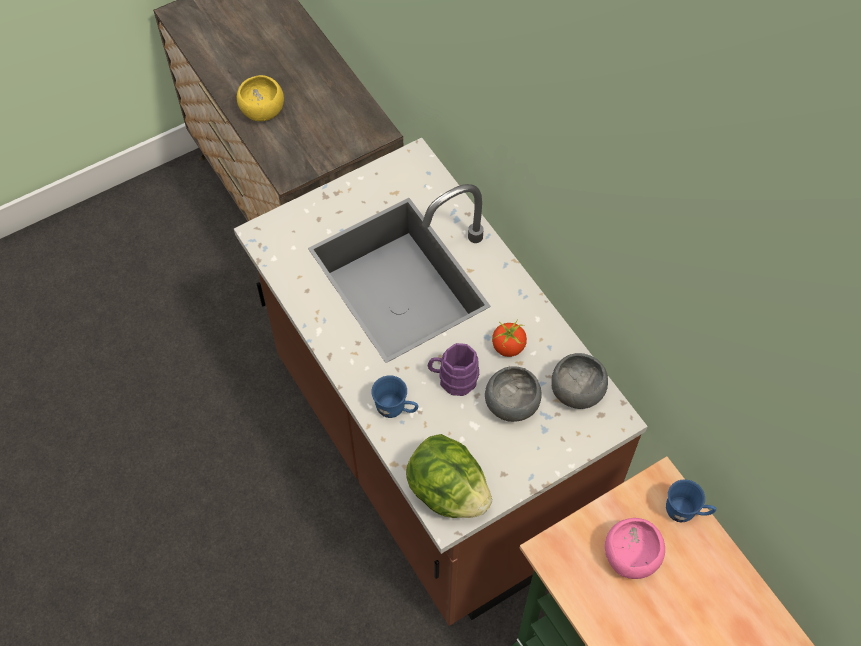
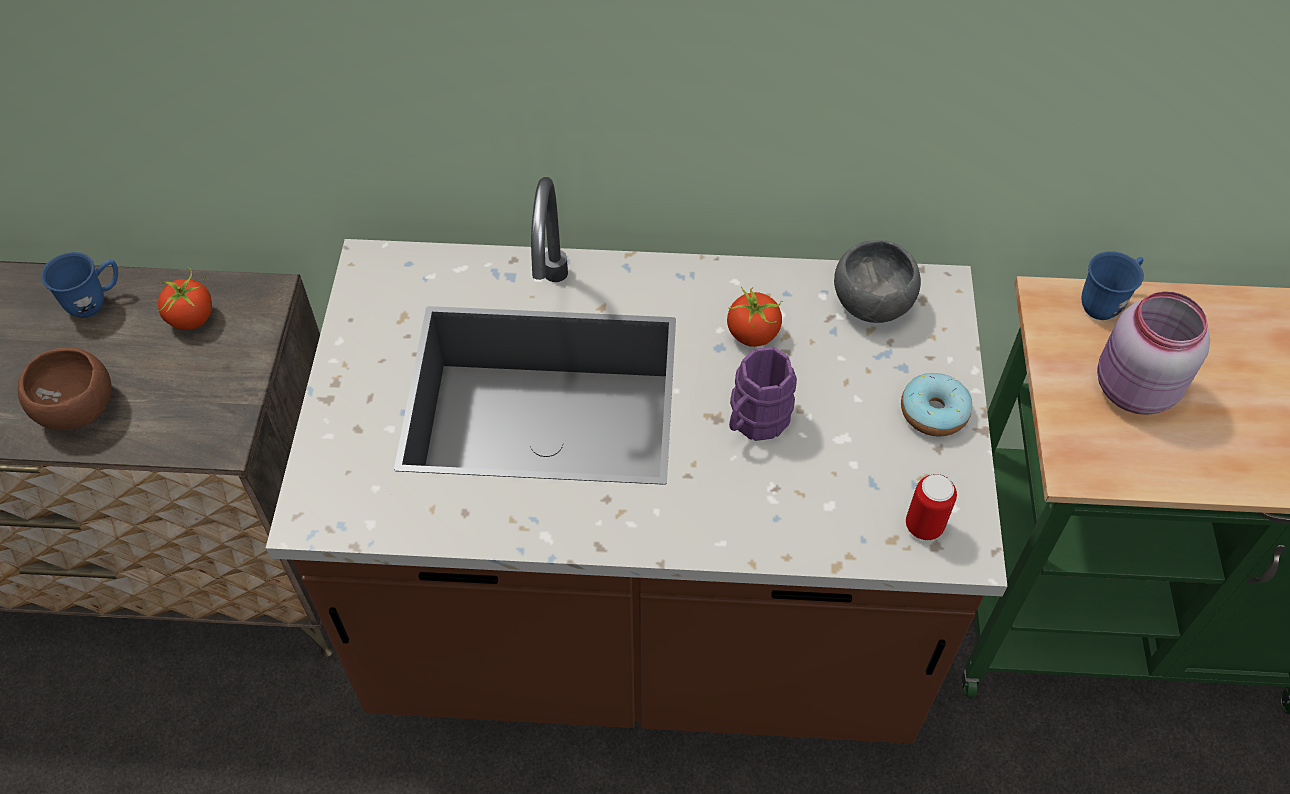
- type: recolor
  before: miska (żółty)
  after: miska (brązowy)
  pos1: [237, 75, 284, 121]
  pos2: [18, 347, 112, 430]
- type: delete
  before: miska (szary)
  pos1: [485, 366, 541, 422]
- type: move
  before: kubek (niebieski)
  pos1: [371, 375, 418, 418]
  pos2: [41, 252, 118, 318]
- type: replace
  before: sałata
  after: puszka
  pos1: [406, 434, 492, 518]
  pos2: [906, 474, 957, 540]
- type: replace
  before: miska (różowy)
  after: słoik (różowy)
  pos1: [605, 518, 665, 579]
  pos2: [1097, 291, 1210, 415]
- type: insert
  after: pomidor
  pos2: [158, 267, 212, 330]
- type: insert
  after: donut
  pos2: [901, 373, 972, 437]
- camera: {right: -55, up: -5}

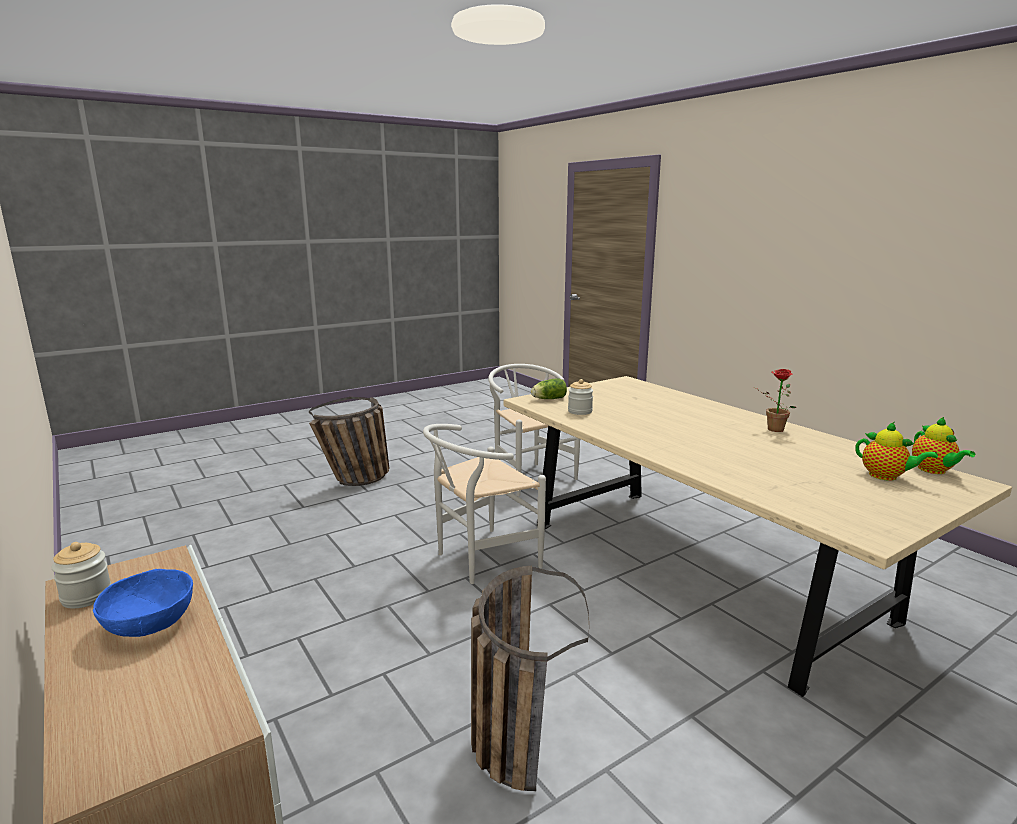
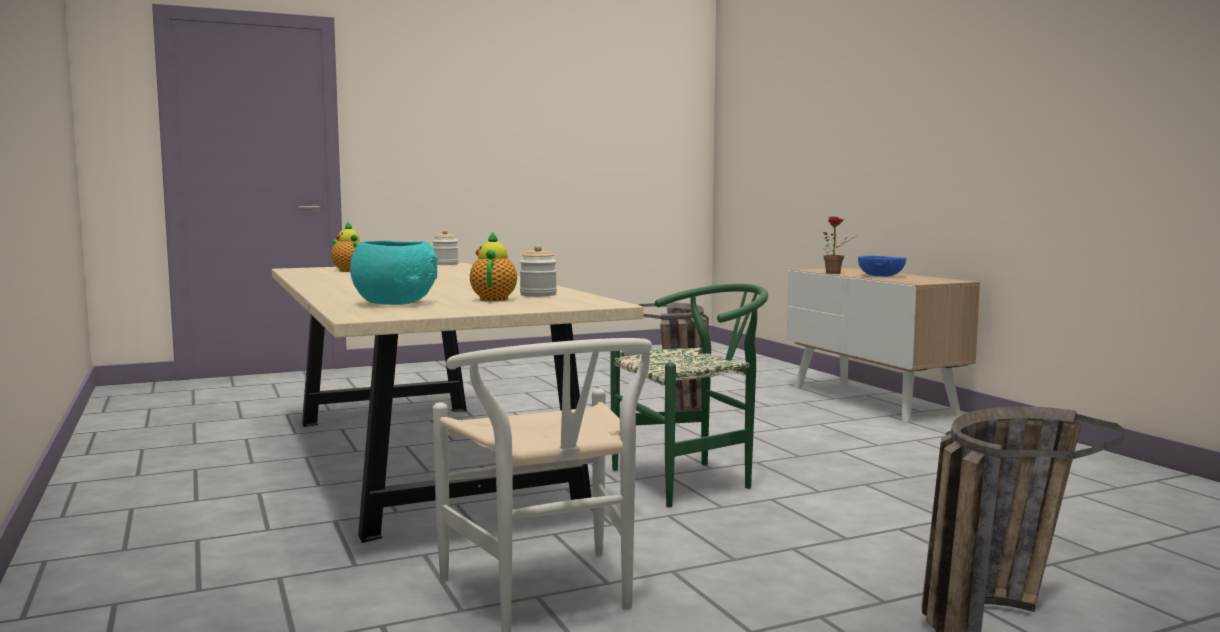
- type: move
  before: roślina doniczkowa
  pos1: [755, 369, 796, 432]
  pos2: [823, 216, 857, 274]
- type: delete
  before: sałata
  pos1: [531, 378, 567, 399]
- type: move
  before: imbryk
  pos1: [912, 417, 975, 474]
  pos2: [470, 232, 517, 301]
- type: recolor
  before: krzesło (biały)
  after: krzesło (zielony)
  pos1: [423, 424, 546, 584]
  pos2: [610, 284, 768, 507]
- type: move
  before: słoik
  pos1: [51, 542, 111, 609]
  pos2: [432, 230, 459, 265]
- type: insert
  after: miska (turkusowy)
  pos2: [350, 241, 438, 305]
- camera: {right: -170, up: -10}

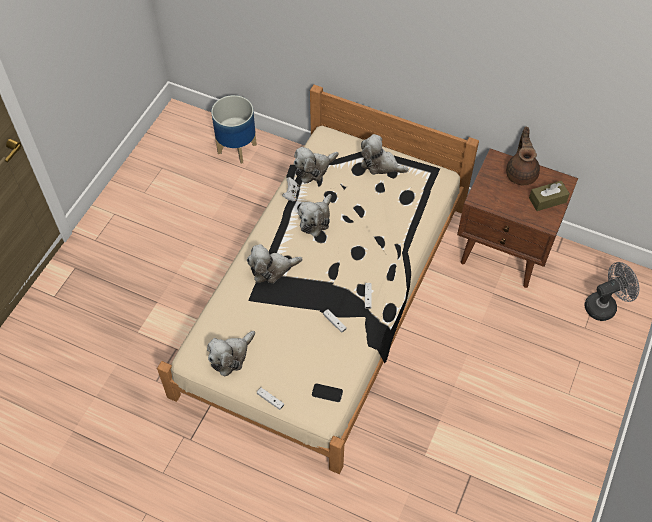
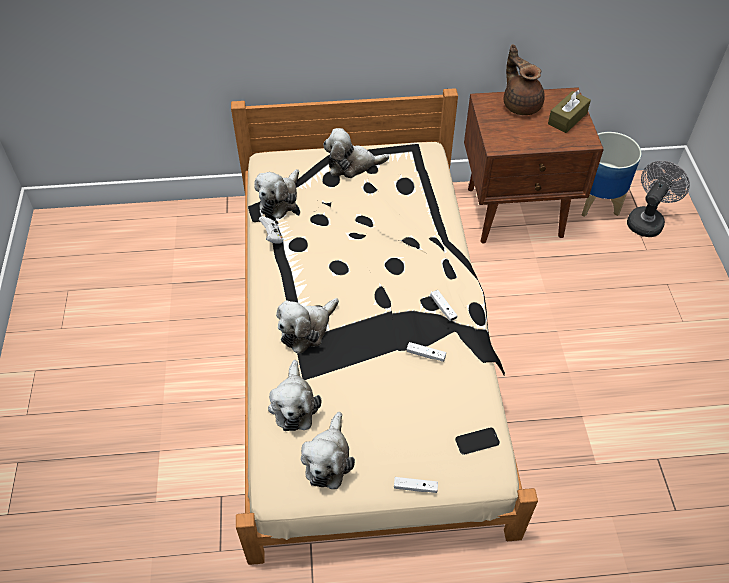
- type: move
  before: donica
  pos1: [211, 95, 257, 164]
  pos2: [582, 132, 642, 217]
- type: move
  before: pluszak
  pos1: [298, 194, 332, 237]
  pos2: [268, 360, 321, 431]
- camera: {right: -30, up: -5}

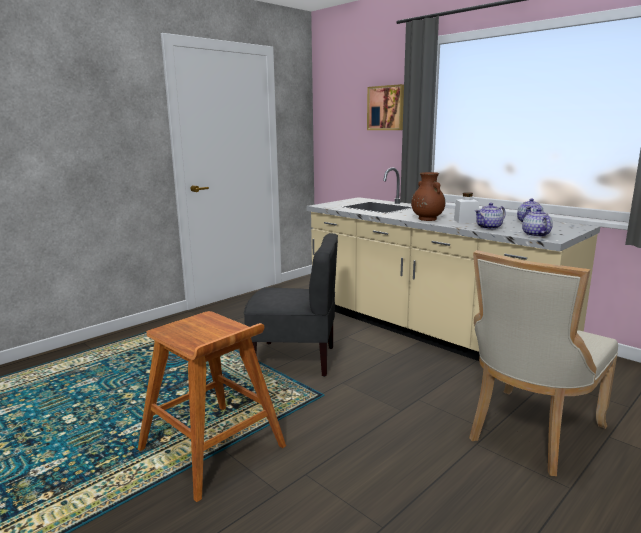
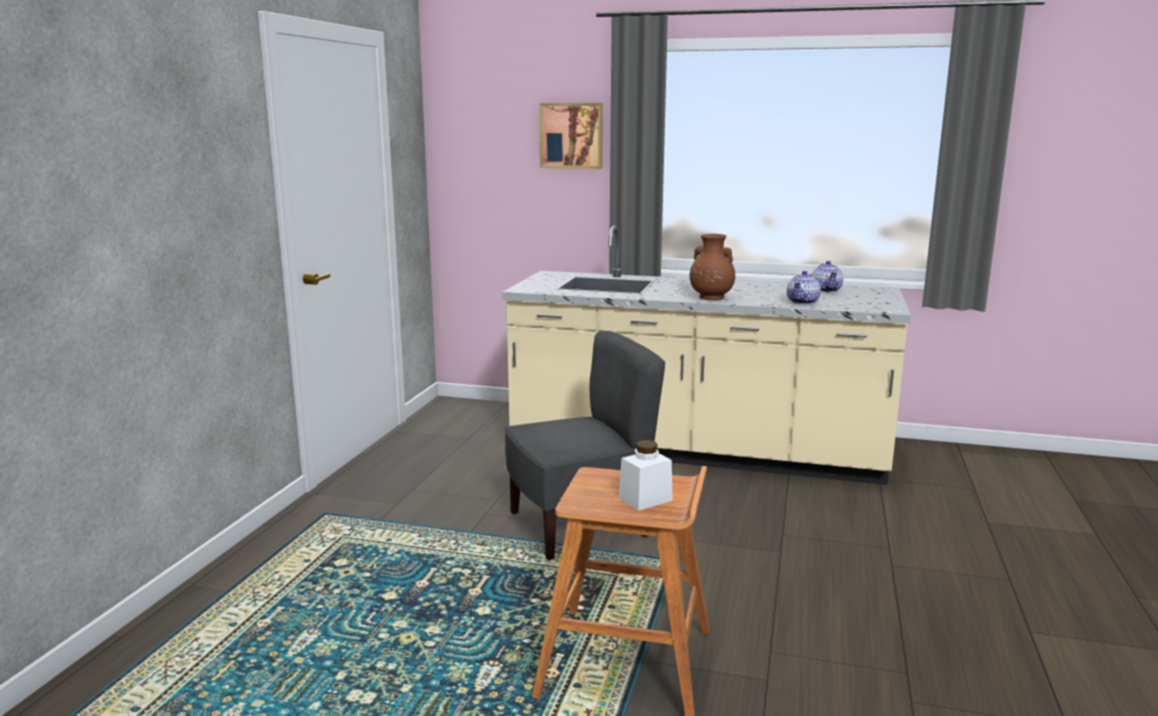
- type: move
  before: słoik (biały)
  pos1: [454, 192, 479, 223]
  pos2: [619, 440, 673, 511]
- type: delete
  before: imbryk
  pos1: [522, 208, 553, 237]
- type: delete
  before: krzesło (beżowy)
  pos1: [469, 250, 618, 476]
- camera: {right: -30, up: 0}

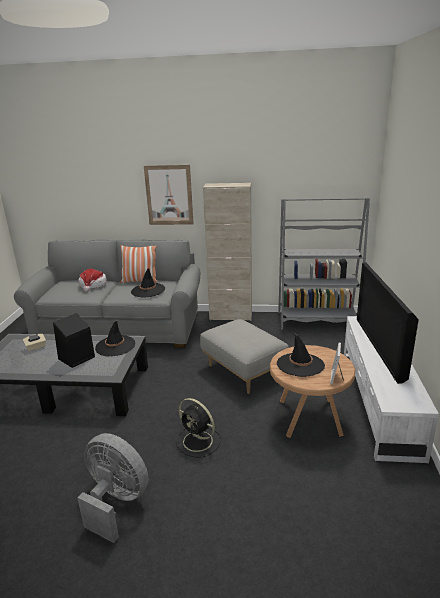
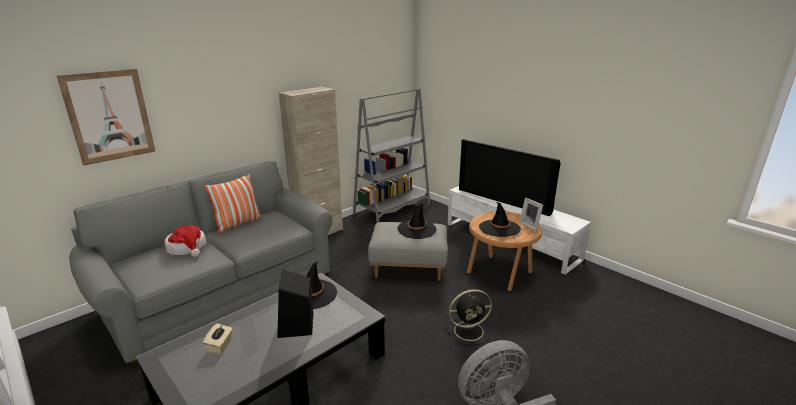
- type: move
  before: obraz
  pos1: [144, 165, 194, 225]
  pos2: [57, 69, 156, 166]
- type: move
  before: kapelusz (czarny)
  pos1: [131, 268, 165, 298]
  pos2: [397, 203, 436, 239]
- camera: {right: -50, up: 0}

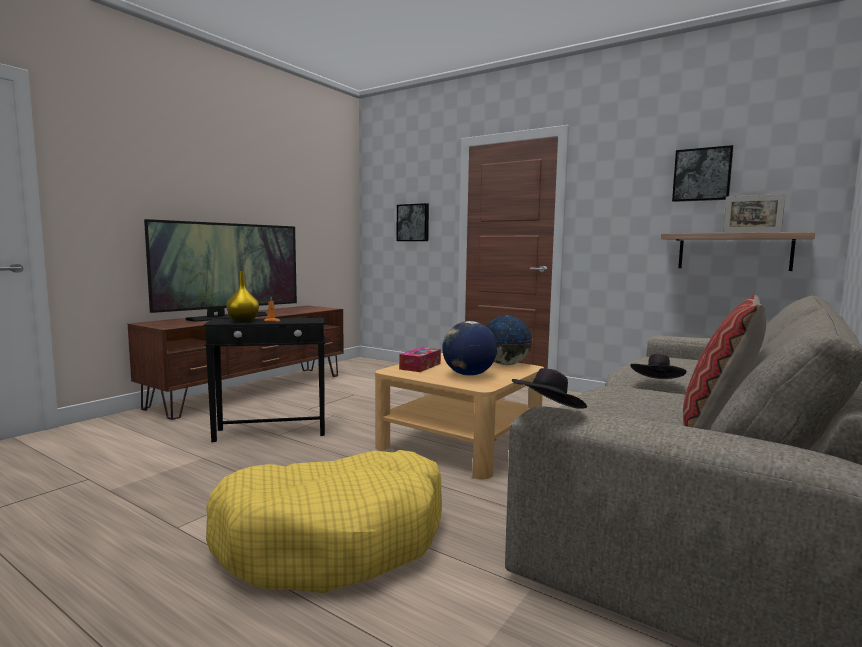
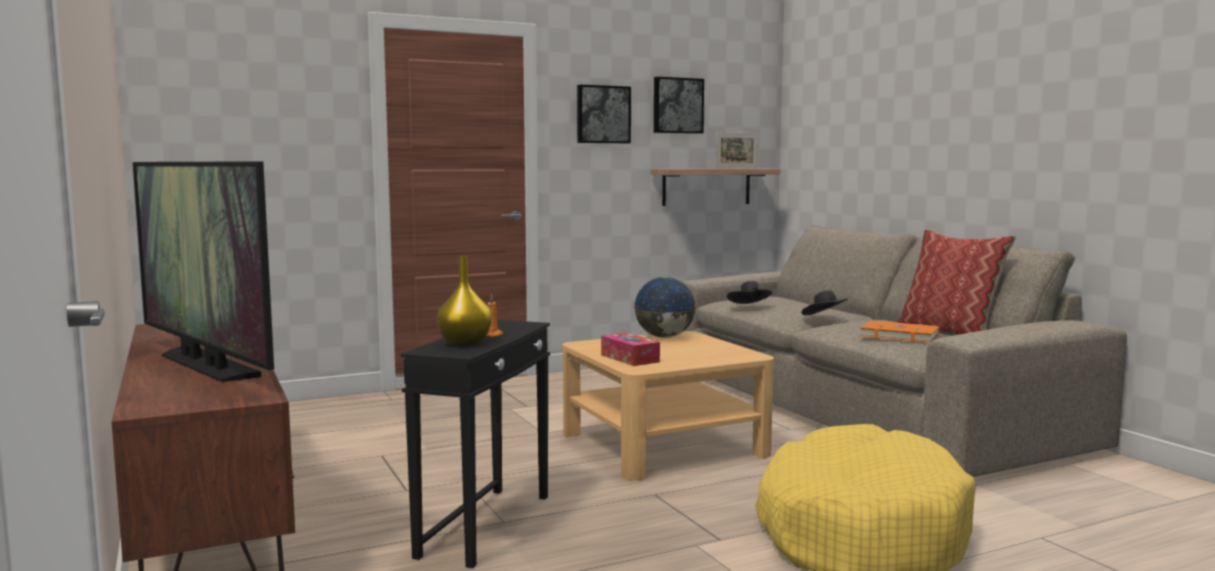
- type: move
  before: obraz
  pos1: [397, 203, 429, 241]
  pos2: [577, 85, 631, 143]
- type: rotate
  before: telewizor
  pos1: [144, 219, 297, 322]
  pos2: [133, 161, 274, 382]
  turn: 150
- type: delete
  before: globus
  pos1: [442, 321, 497, 376]
- type: move
  before: kapelusz (czarny)
  pos1: [512, 368, 587, 409]
  pos2: [727, 281, 772, 304]
- type: insert
  after: książka (pomarańczowy)
  pos2: [860, 320, 940, 343]
- camera: {right: -60, up: 0}

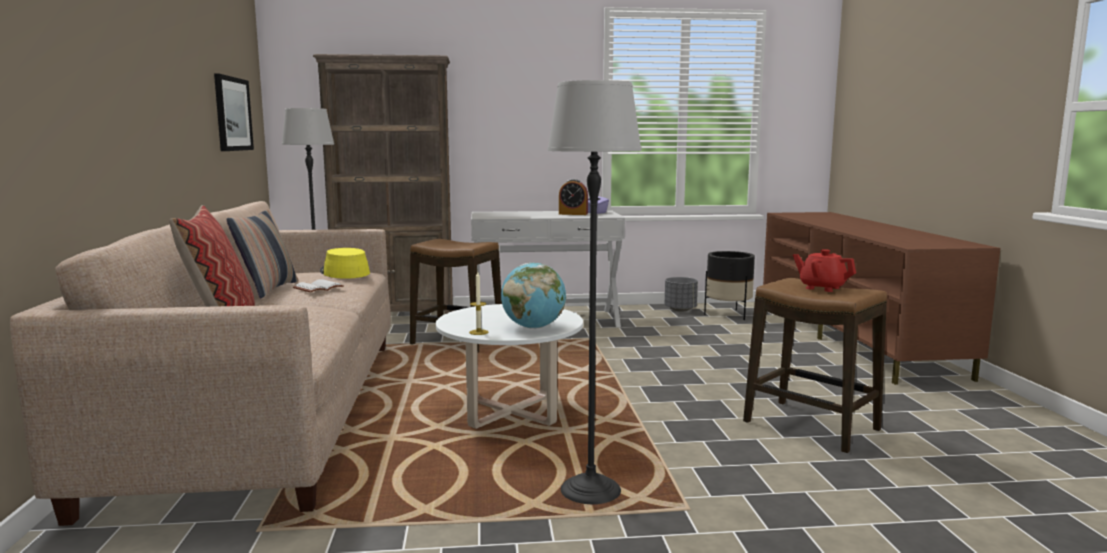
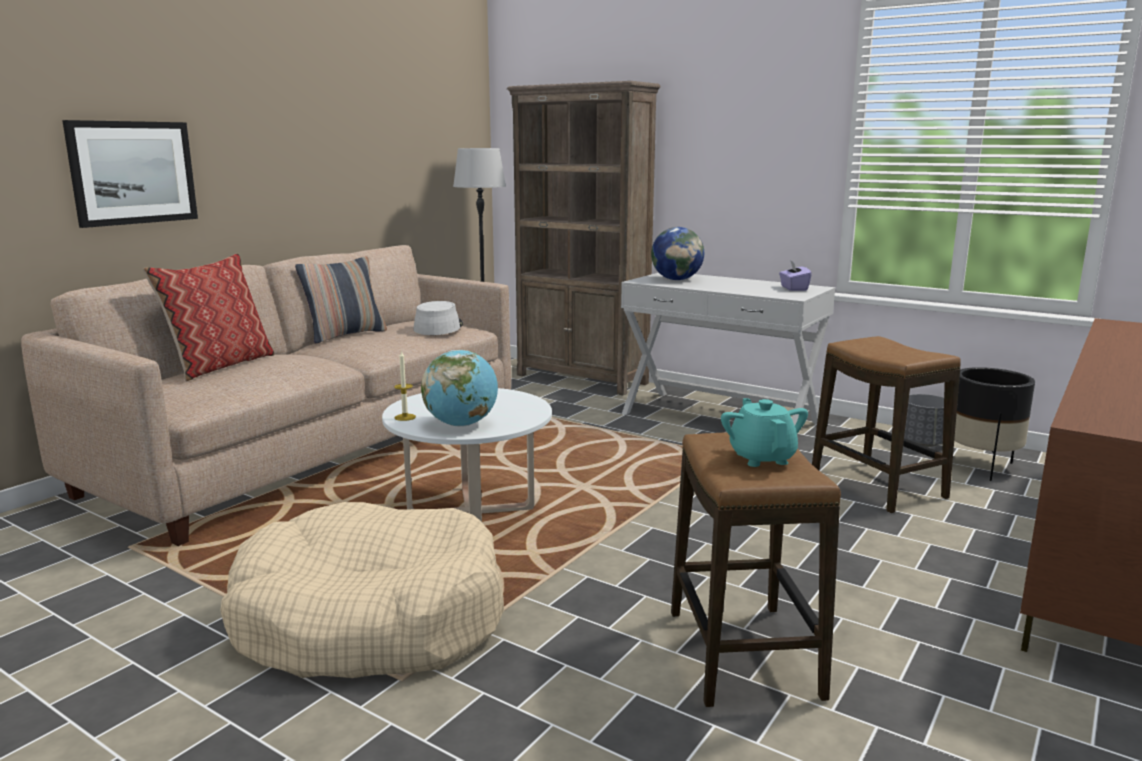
- type: move
  before: obraz
  pos1: [214, 74, 254, 151]
  pos2: [62, 120, 198, 228]
- type: replace
  before: lampa stojąca
  after: legowisko (beżowy)
  pos1: [547, 80, 642, 504]
  pos2: [220, 502, 504, 678]
- type: delete
  before: budzik
  pos1: [559, 179, 588, 215]
- type: move
  before: stołek
  pos1: [410, 239, 502, 353]
  pos2: [812, 336, 961, 513]
- type: recolor
  before: kapelusz (żółty)
  after: kapelusz (szary)
  pos1: [320, 248, 370, 279]
  pos2: [413, 301, 463, 335]
- type: recolor
  before: imbryk (czerwony)
  after: imbryk (turkusowy)
  pos1: [793, 249, 856, 292]
  pos2: [721, 398, 808, 467]
- type: delete
  before: książka (biały)
  pos1: [293, 279, 344, 293]
- type: insert
  after: globus
  pos2: [651, 227, 704, 280]
- camera: {right: 40, up: 5}

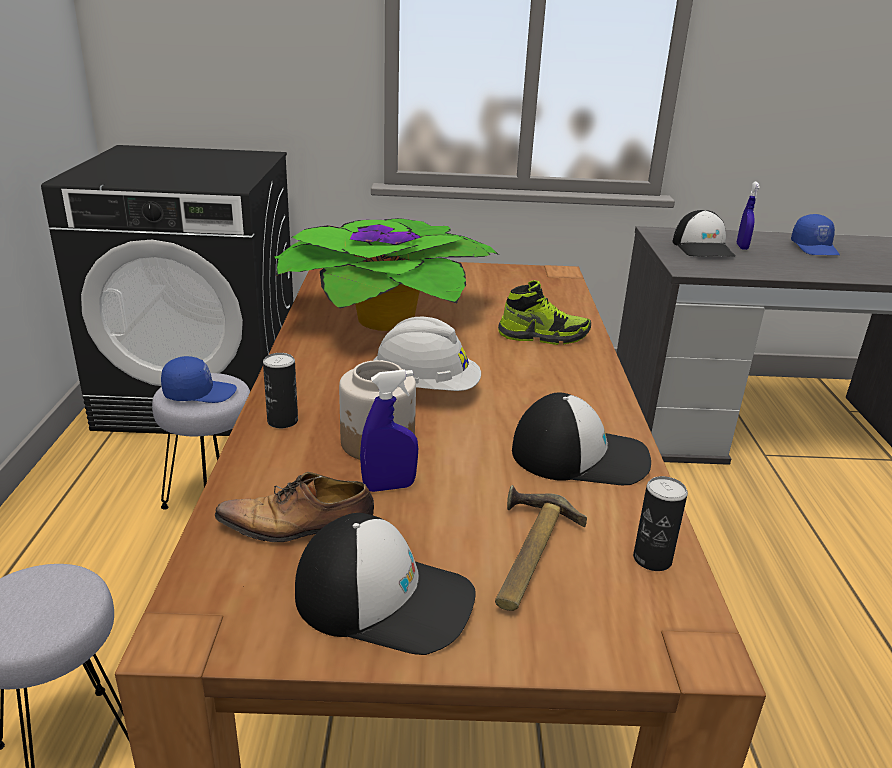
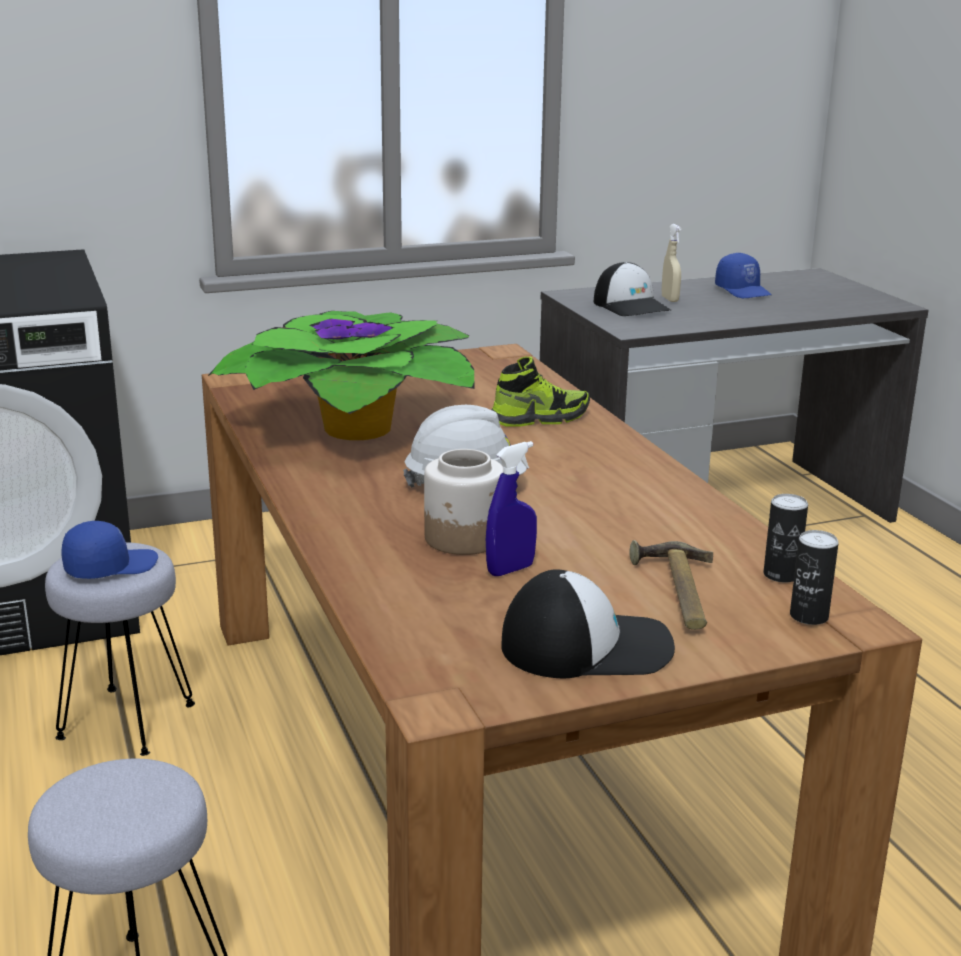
- type: recolor
  before: spryskiwacz (niebieski)
  after: spryskiwacz (beżowy)
  pos1: [737, 182, 760, 250]
  pos2: [662, 224, 681, 302]
- type: move
  before: puszka
  pos1: [263, 353, 298, 428]
  pos2: [790, 530, 839, 625]
- type: delete
  before: czapka z daszkiem
  pos1: [512, 392, 651, 485]
- type: delete
  before: but
  pos1: [215, 472, 374, 542]
- camera: {right: -20, up: -5}

